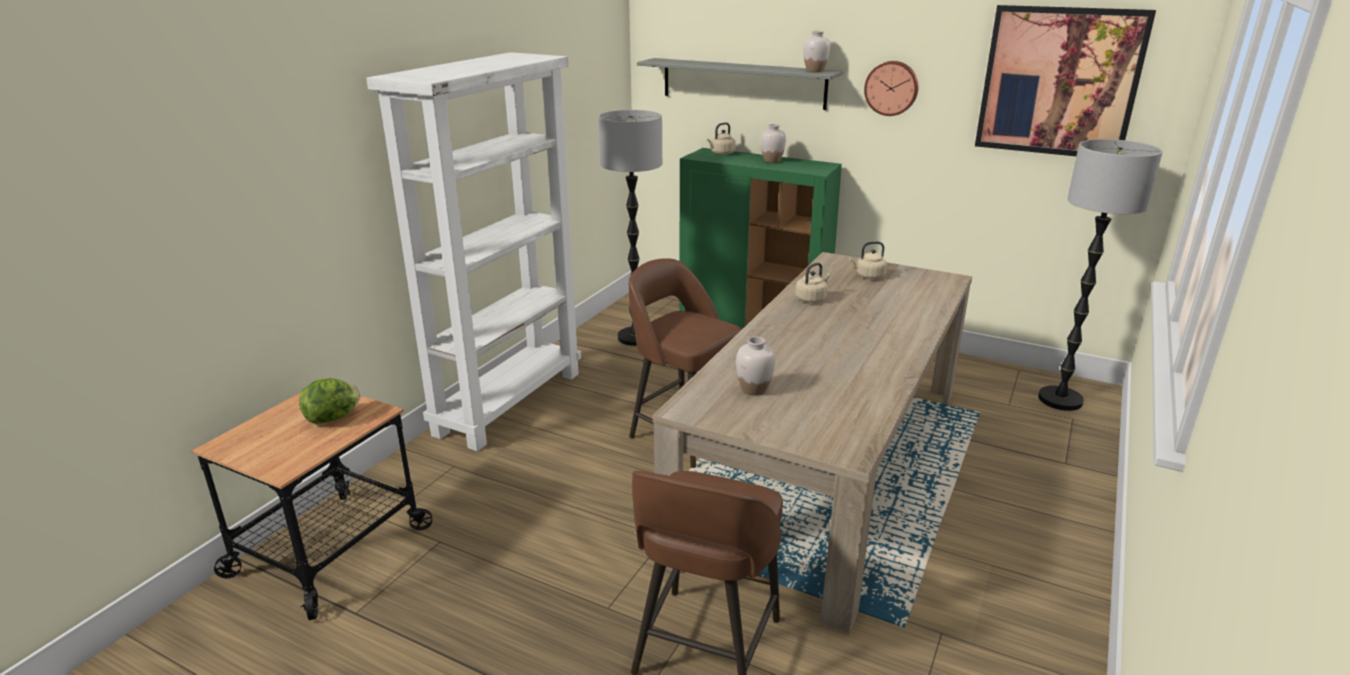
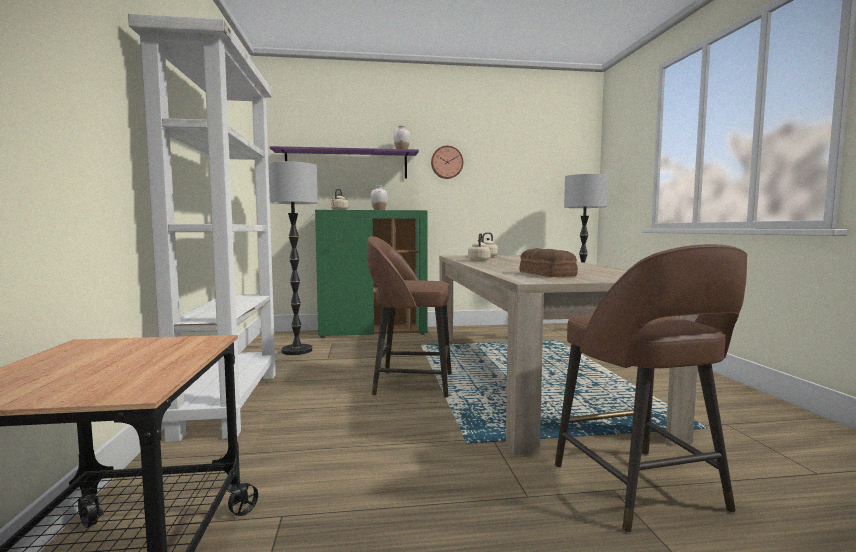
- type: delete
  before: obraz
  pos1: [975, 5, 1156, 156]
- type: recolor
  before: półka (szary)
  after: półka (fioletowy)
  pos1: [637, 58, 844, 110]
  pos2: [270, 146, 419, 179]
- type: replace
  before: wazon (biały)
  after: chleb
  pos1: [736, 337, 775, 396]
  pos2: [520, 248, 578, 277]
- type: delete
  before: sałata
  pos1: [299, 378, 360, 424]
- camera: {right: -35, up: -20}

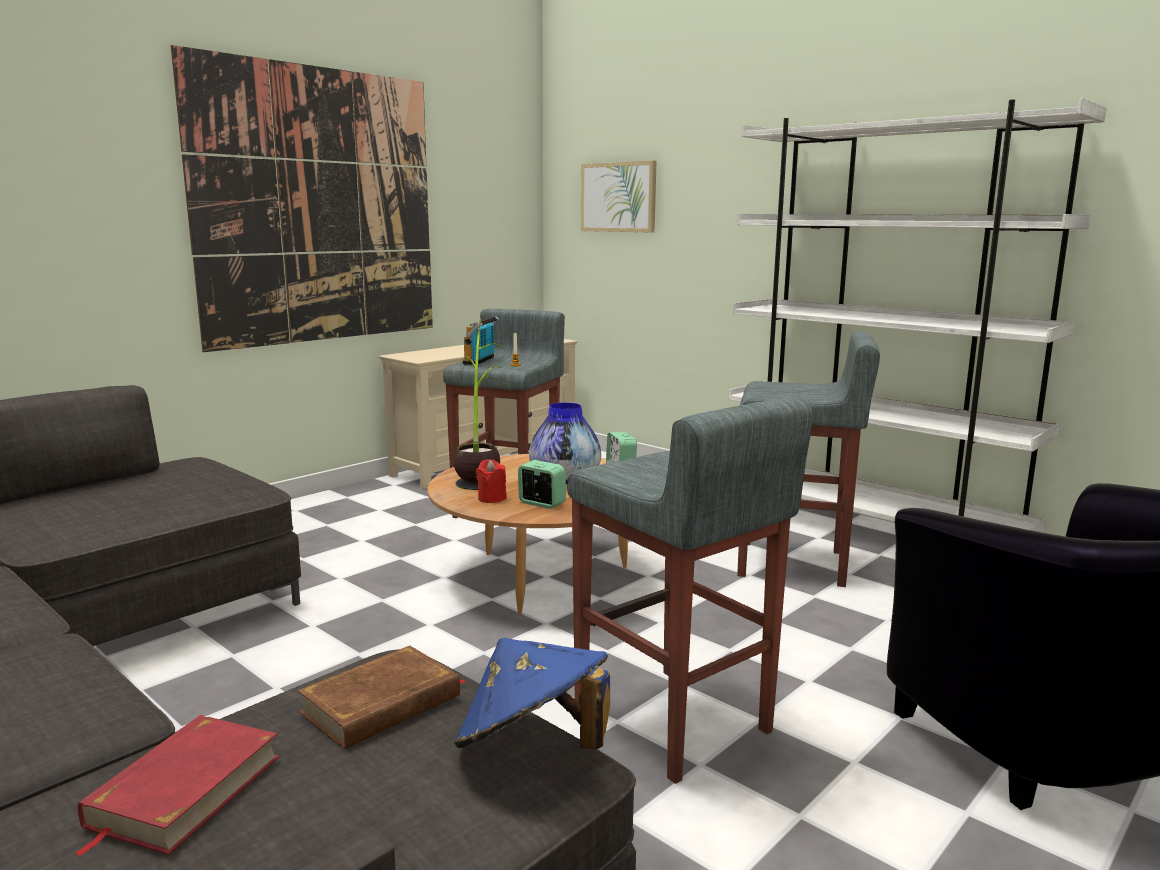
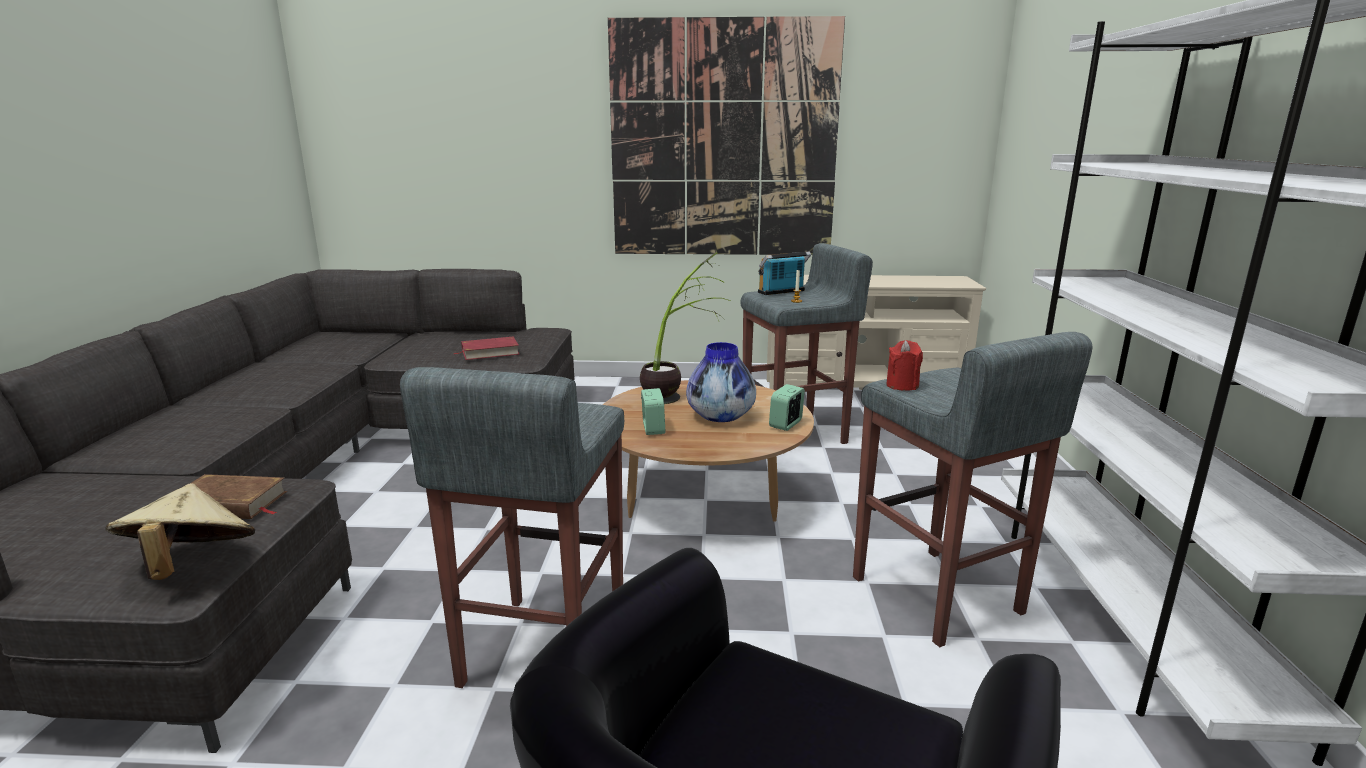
- type: delete
  before: obraz
  pos1: [581, 160, 657, 232]
- type: move
  before: świeca (czerwony)
  pos1: [476, 459, 507, 503]
  pos2: [886, 340, 923, 391]
- type: recolor
  before: kapelusz (niebieski)
  after: kapelusz (beżowy)
  pos1: [455, 637, 610, 749]
  pos2: [105, 483, 255, 580]
- type: move
  before: książka (czerwony)
  pos1: [74, 715, 279, 857]
  pos2: [453, 336, 519, 360]
- camera: {right: 50, up: 5}

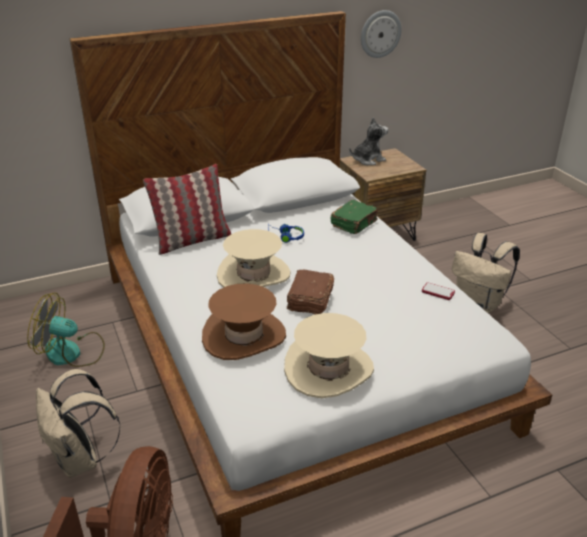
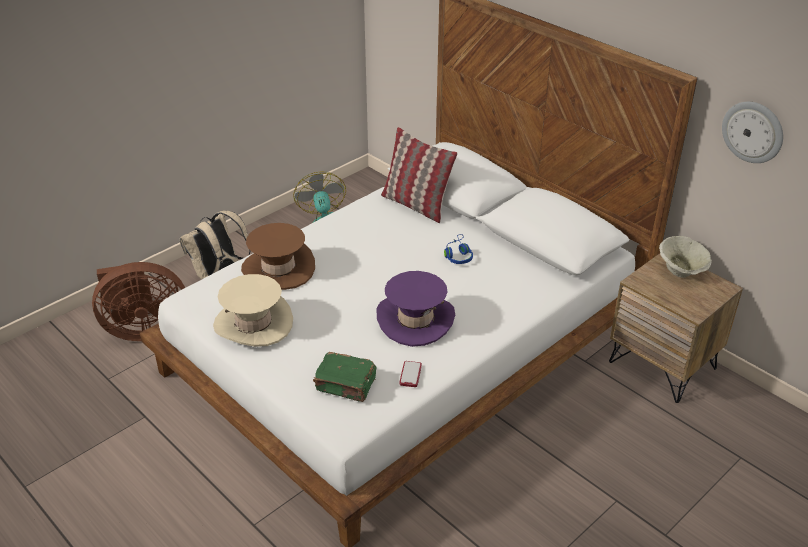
- type: replace
  before: pluszak
  after: miska (beżowy)
  pos1: [349, 117, 388, 165]
  pos2: [659, 236, 712, 278]
- type: move
  before: książka (zielony)
  pos1: [330, 200, 378, 234]
  pos2: [313, 352, 377, 402]
- type: delete
  before: kapelusz (beżowy)
  pos1: [217, 229, 291, 288]
- type: delete
  before: plecak (beżowy)
  pos1: [452, 233, 520, 313]
- type: delete
  before: książka (brązowy)
  pos1: [287, 270, 334, 314]
- type: insert
  after: kapelusz (fioletowy)
  pos2: [377, 271, 455, 347]
- camera: {right: 70, up: 5}

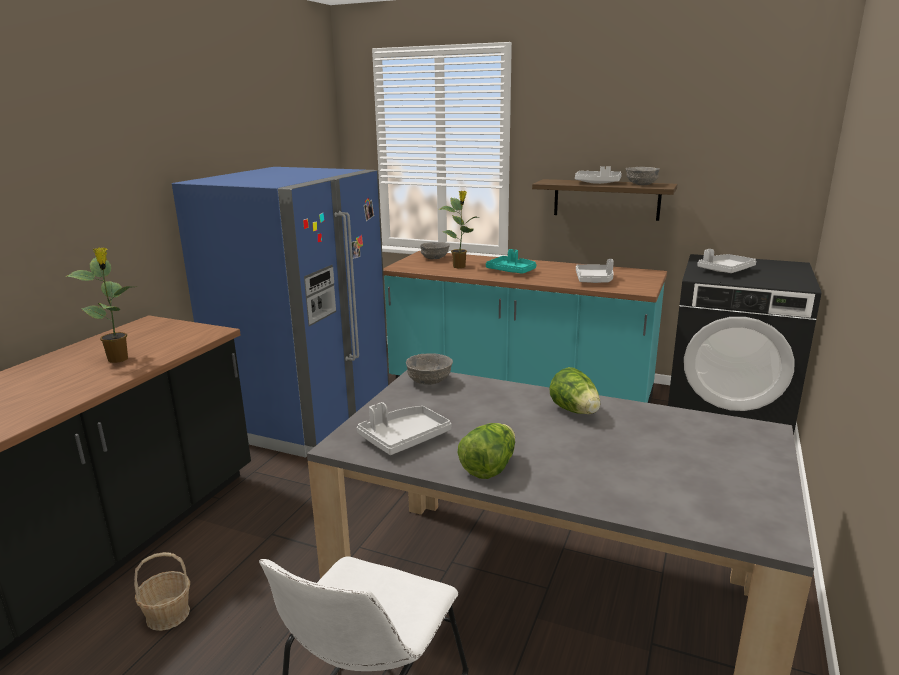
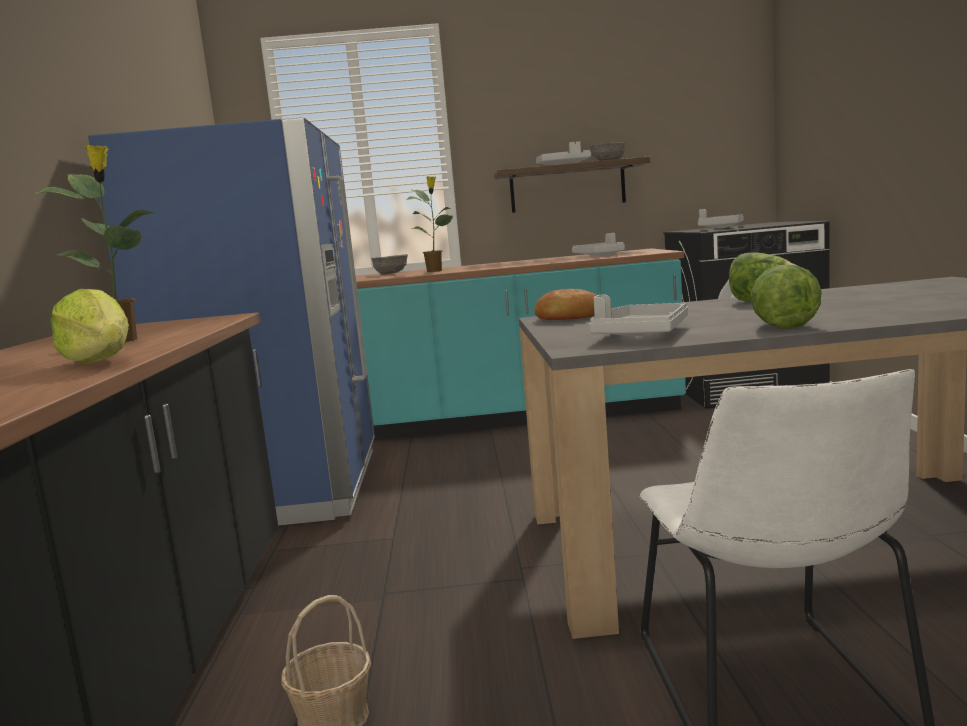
- type: delete
  before: taca (turkusowy)
  pos1: [486, 249, 536, 274]
- type: replace
  before: miska (szary)
  after: chleb
  pos1: [406, 353, 453, 385]
  pos2: [534, 289, 597, 320]
- type: insert
  after: sałata
  pos2: [51, 289, 129, 364]
- camera: {right: -25, up: -10}

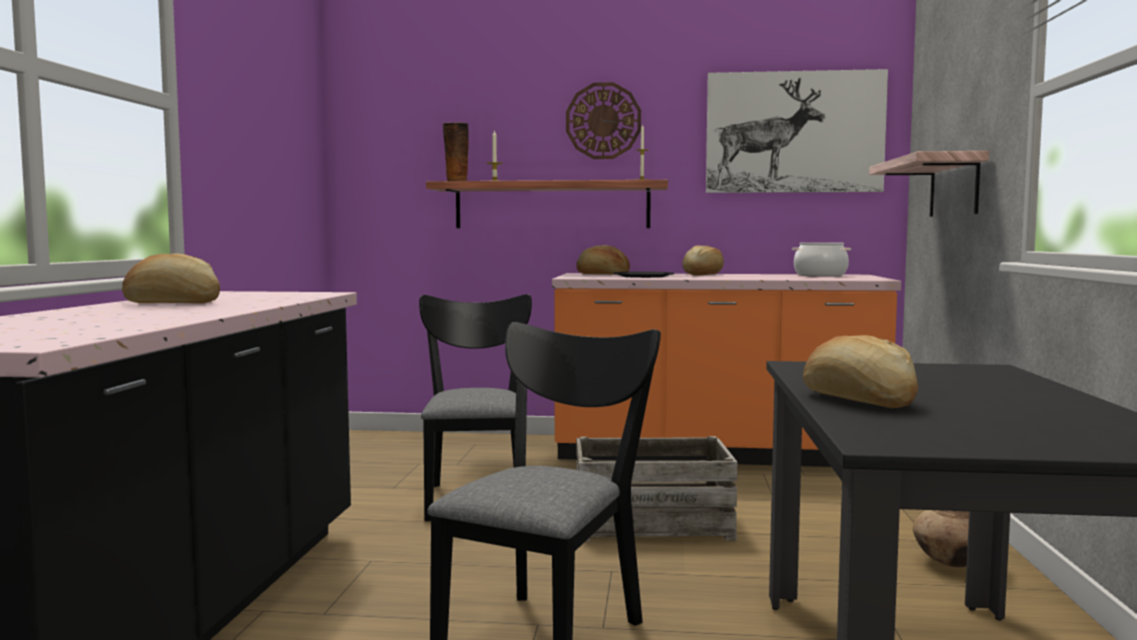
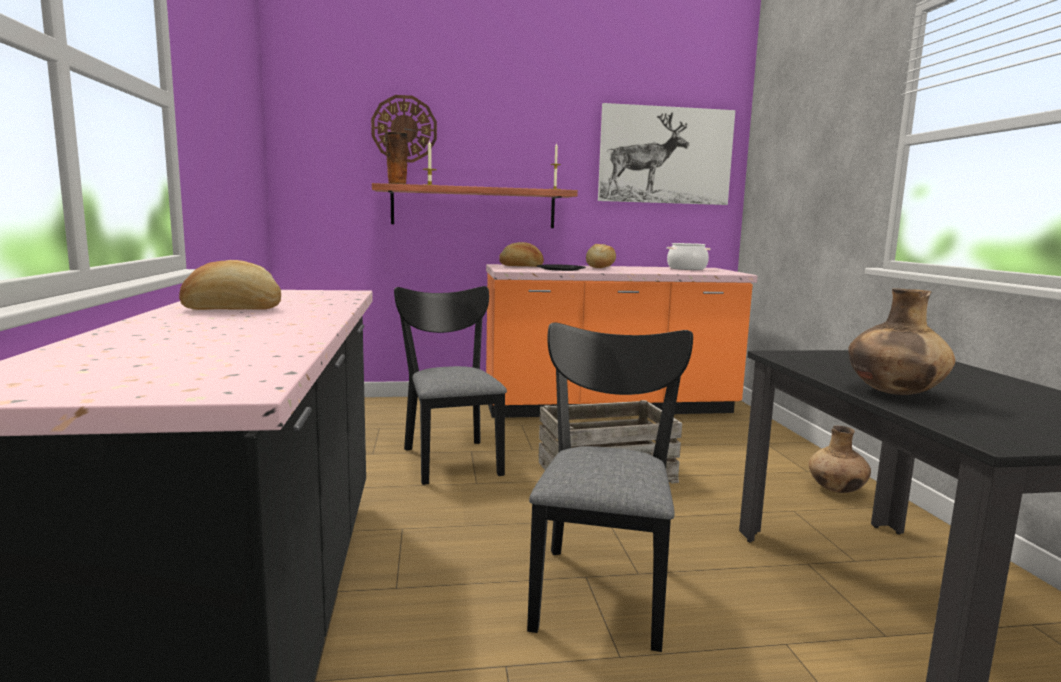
- type: move
  before: zegar ścienny
  pos1: [566, 82, 641, 159]
  pos2: [371, 95, 437, 163]
- type: delete
  before: półka
  pos1: [869, 151, 989, 217]
- type: replace
  before: chleb
  after: wazon (brązowy)
  pos1: [803, 335, 918, 408]
  pos2: [848, 288, 955, 395]
- camera: {right: -15, up: 5}

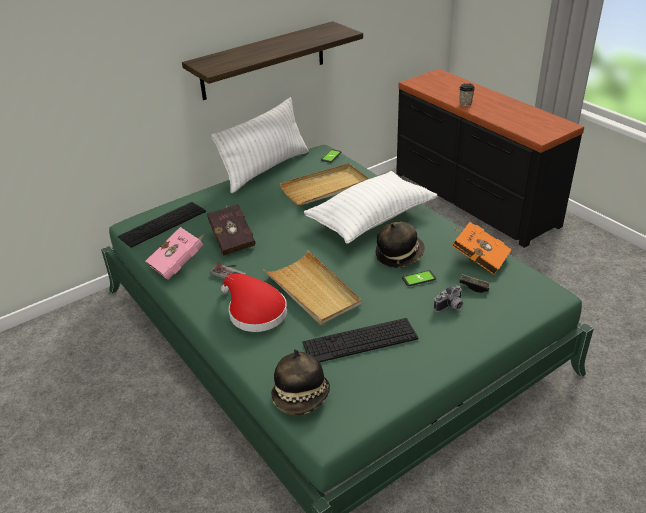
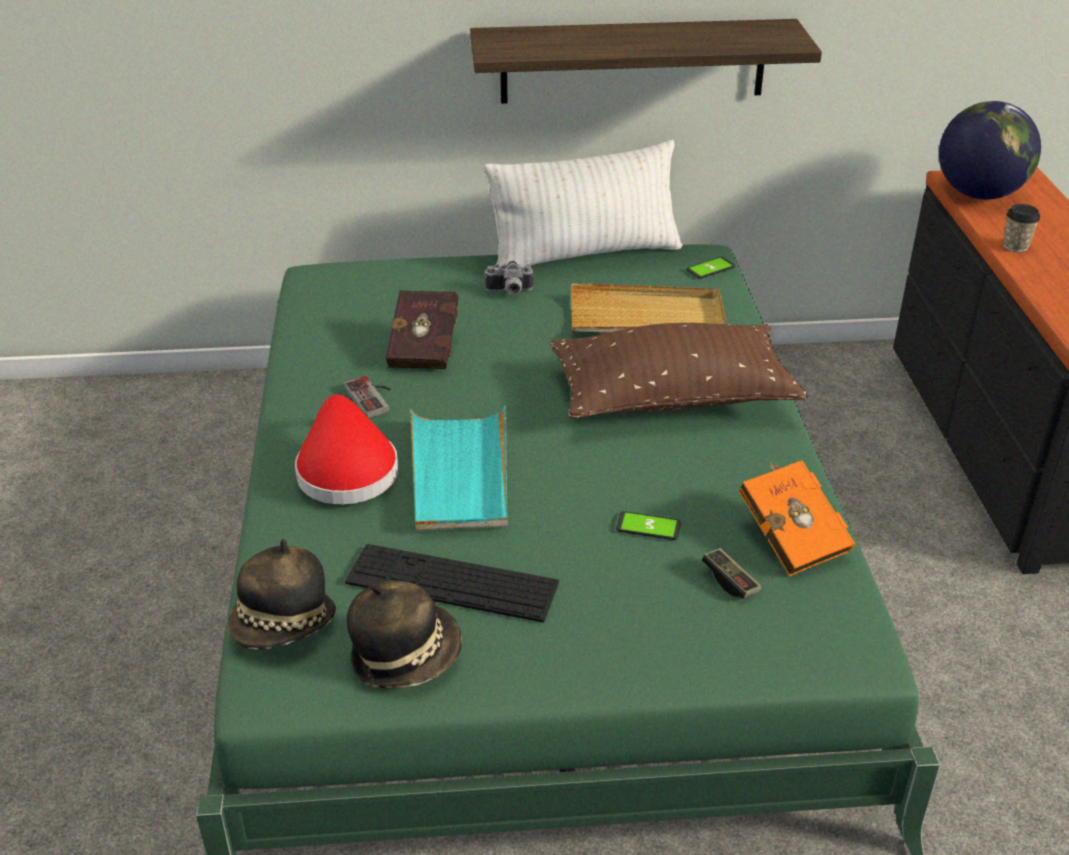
- type: recolor
  before: poduszka (biały)
  after: poduszka (brązowy)
  pos1: [304, 171, 437, 244]
  pos2: [551, 323, 807, 419]
- type: delete
  before: klawiatura
  pos1: [118, 202, 206, 248]
- type: move
  before: kapelusz
  pos1: [376, 222, 425, 268]
  pos2: [347, 580, 462, 688]
- type: delete
  before: książka (różowy)
  pos1: [146, 227, 204, 280]
- type: recolor
  before: taca (beżowy)
  after: taca (turkusowy)
  pos1: [263, 250, 362, 325]
  pos2: [410, 406, 508, 531]
- type: move
  before: aparat fotograficzny
  pos1: [434, 285, 463, 312]
  pos2: [484, 261, 534, 294]
- type: insert
  after: globus
  pos2: [939, 101, 1041, 200]
- camera: {right: 30, up: 0}

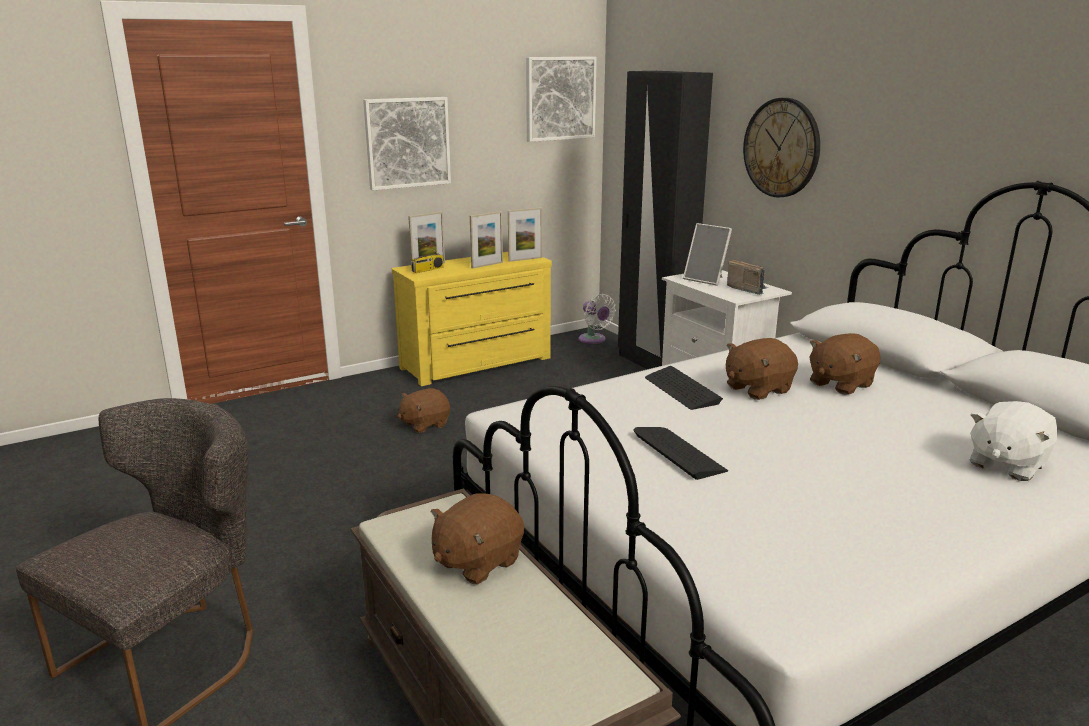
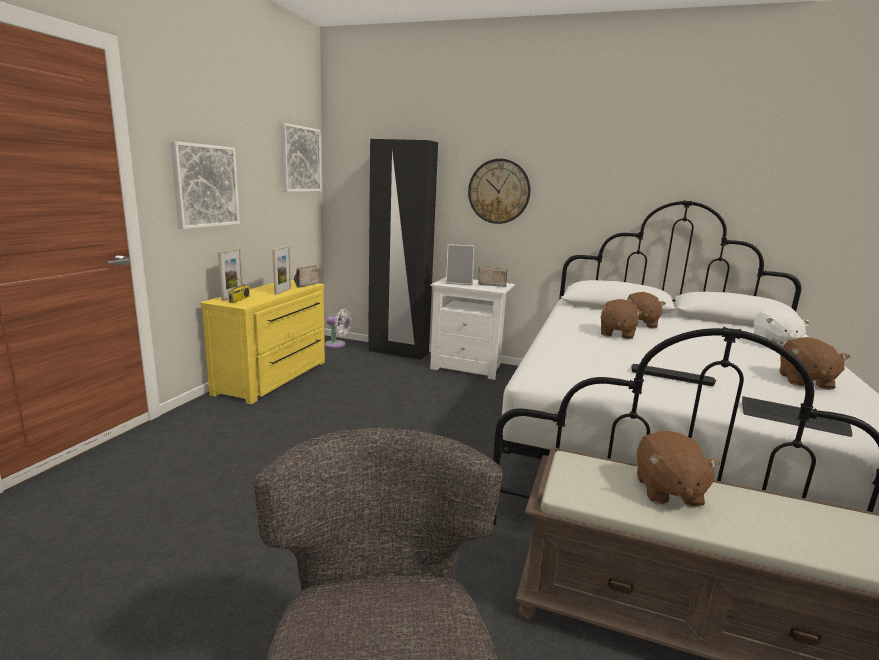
- type: replace
  before: ramka na zdjęcie
  after: radio
  pos1: [508, 207, 542, 262]
  pos2: [294, 265, 319, 288]
- type: move
  before: klawiatura
  pos1: [645, 366, 723, 410]
  pos2: [742, 396, 852, 437]
- type: move
  before: pluszak (brązowy)
  pos1: [398, 388, 450, 433]
  pos2: [780, 337, 850, 390]
- camera: {right: -40, up: -5}

